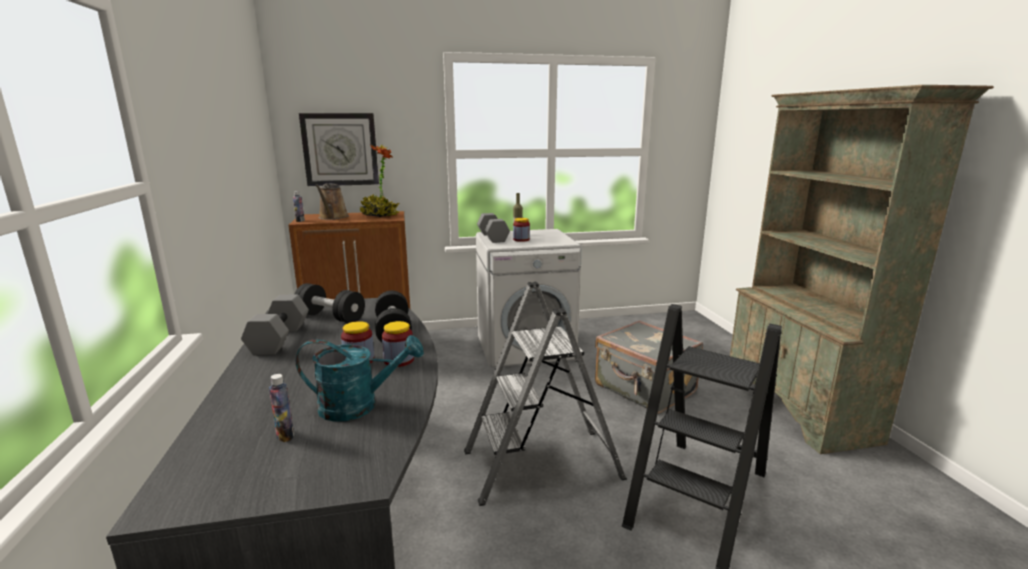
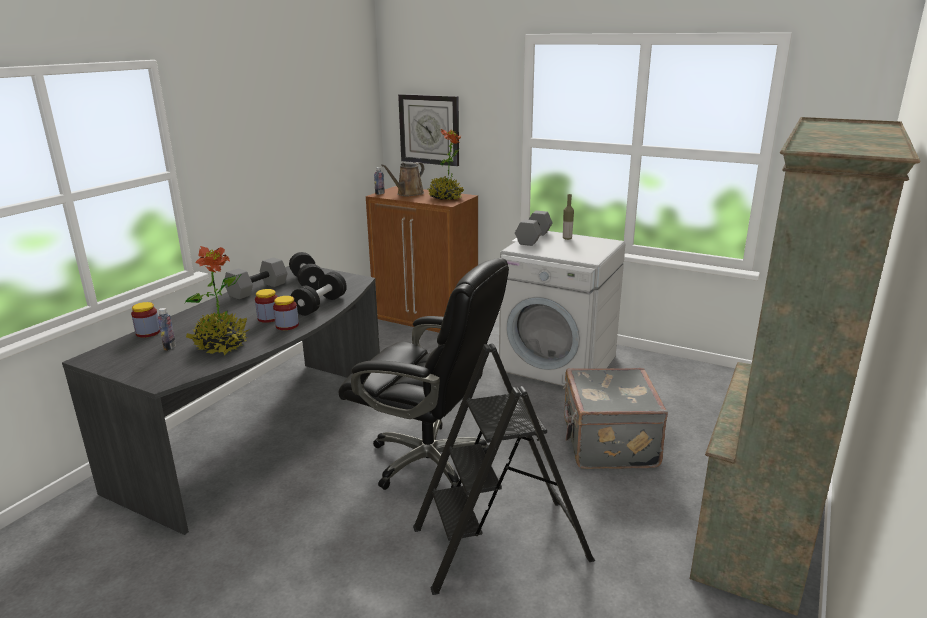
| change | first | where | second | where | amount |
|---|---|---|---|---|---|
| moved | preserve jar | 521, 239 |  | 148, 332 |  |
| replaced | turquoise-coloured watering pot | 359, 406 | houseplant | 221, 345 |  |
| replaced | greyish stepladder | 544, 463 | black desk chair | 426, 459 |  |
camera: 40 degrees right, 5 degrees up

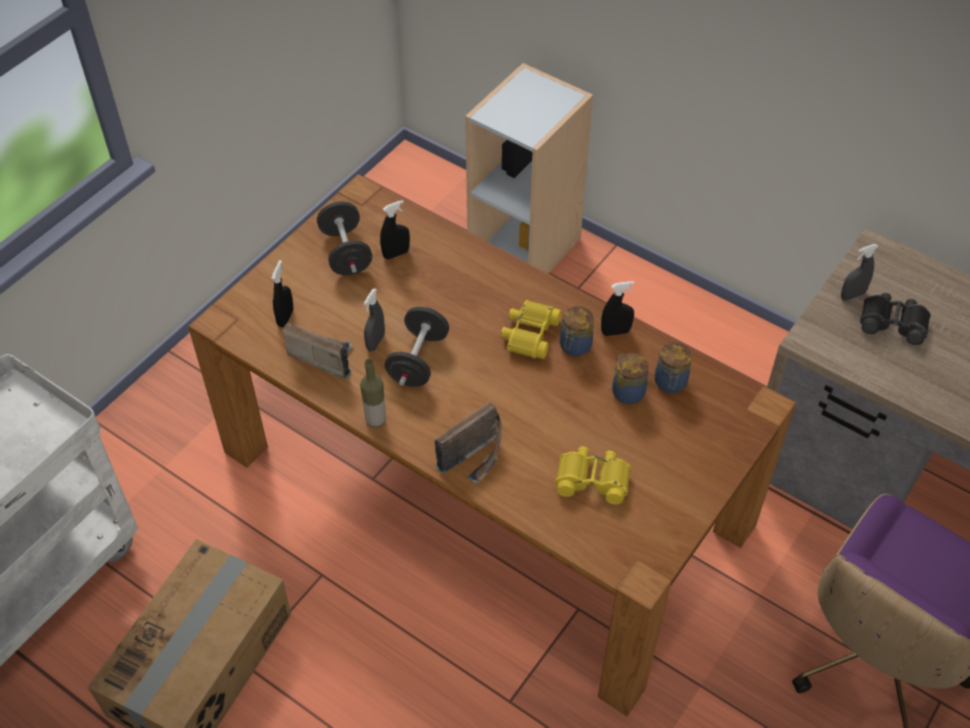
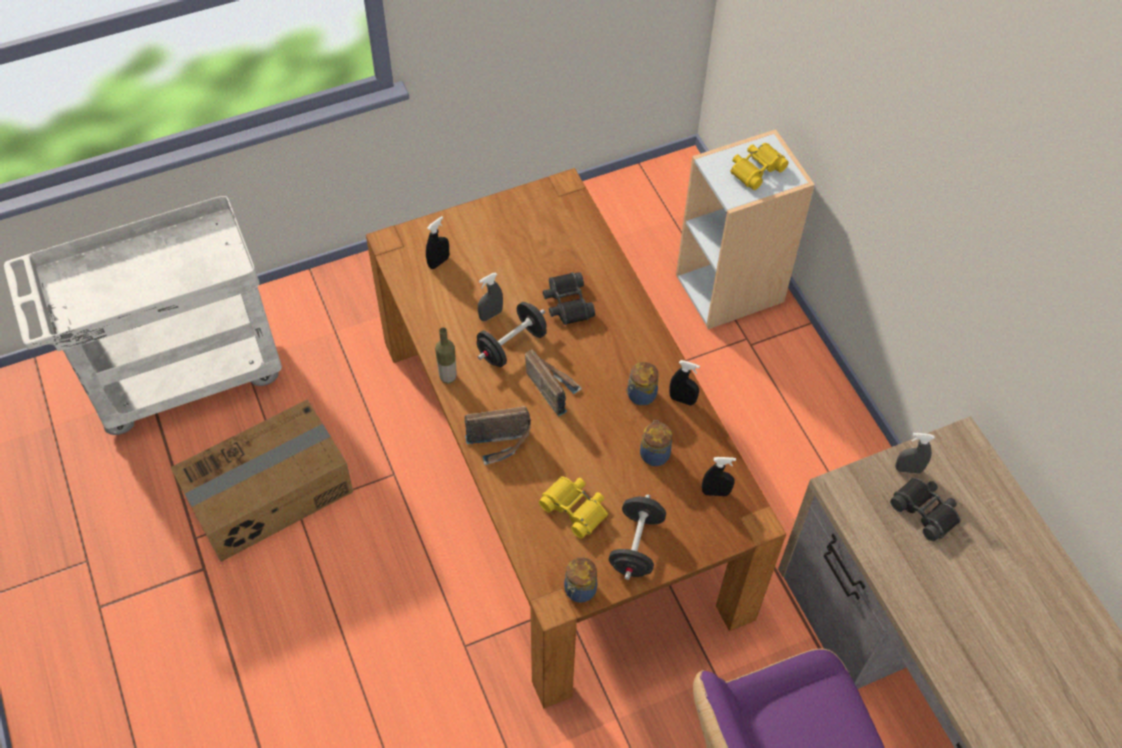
| change | first | where | second | where | amount |
|---|---|---|---|---|---|
| moved | radio | 322, 356 |  | 552, 387 |  |
| added |  |  | black field glasses | 567, 303 |  |
| moved | preserve jar | 670, 383 |  | 579, 590 |  |
| moved | black free weight | 346, 253 |  | 636, 546 |  |
| moved | black hand sprayer | 396, 254 |  | 715, 492 |  |
| moved | yellow-coloured field glasses | 529, 334 |  | 756, 169 |  |
camera: 30 degrees right, 5 degrees up

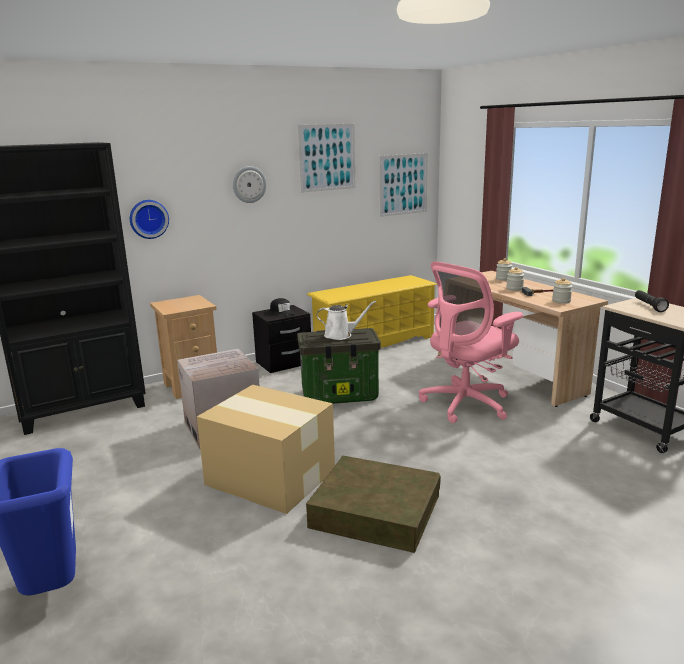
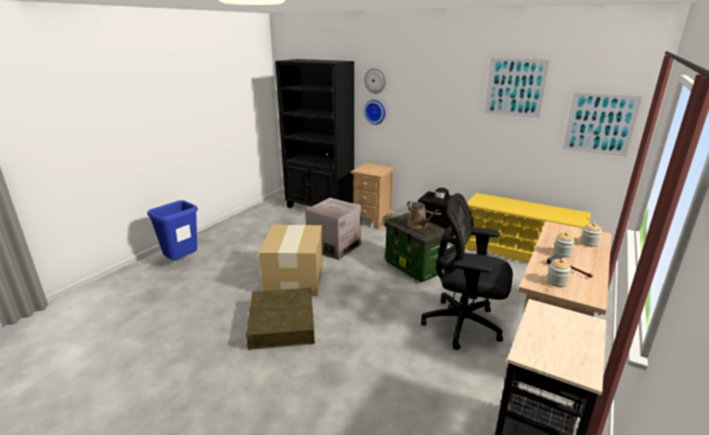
| change | first | where | second | where | amount |
|---|---|---|---|---|---|
| moved | hanging clock | 249, 184 |  | 375, 80 |  |
| recoloured | white-coloured watering pot | 341, 335 | brownish watering pot | 418, 225 |  |
| recoloured | pink desk chair | 468, 401 | black desk chair | 467, 324 |  |
| removed | black flashlight | 649, 306 |  |  |  |
camera: 60 degrees right, 5 degrees up

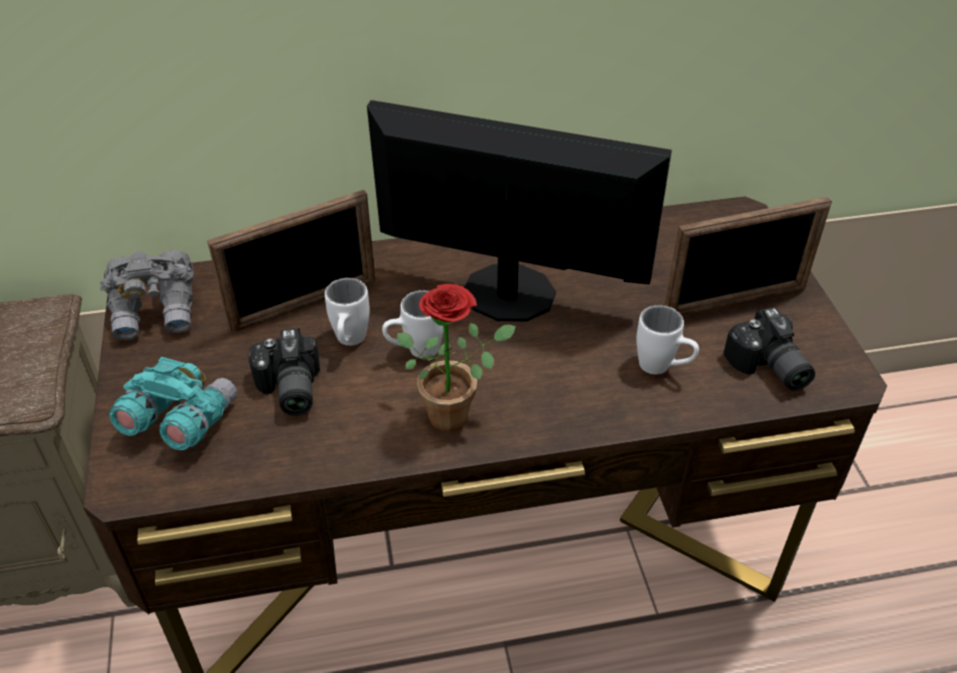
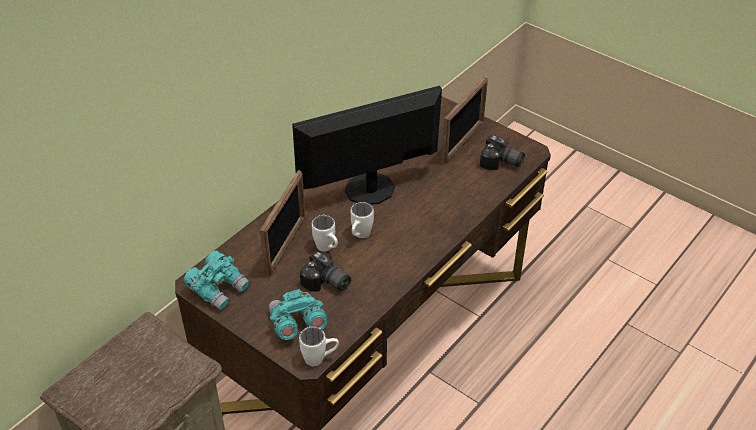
| change | first | where | second | where | amount |
|---|---|---|---|---|---|
| recoloured | greyish field glasses | 156, 311 | turquoise-coloured field glasses | 218, 288 |  |
| moved | white-coloured mug | 663, 368 |  | 320, 359 |  |
| removed | houseplant | 456, 412 |  |  |  |
camera: 40 degrees left, 0 degrees up

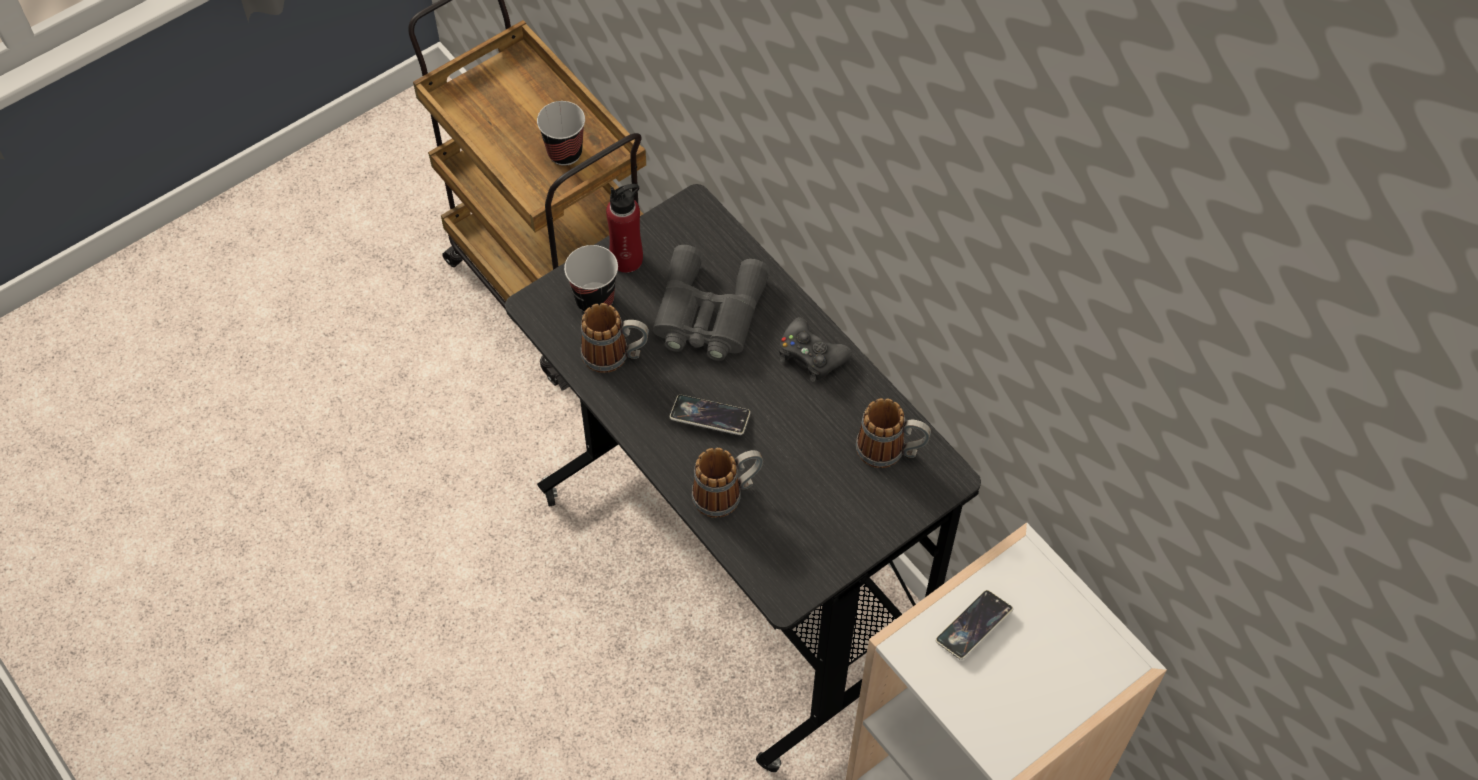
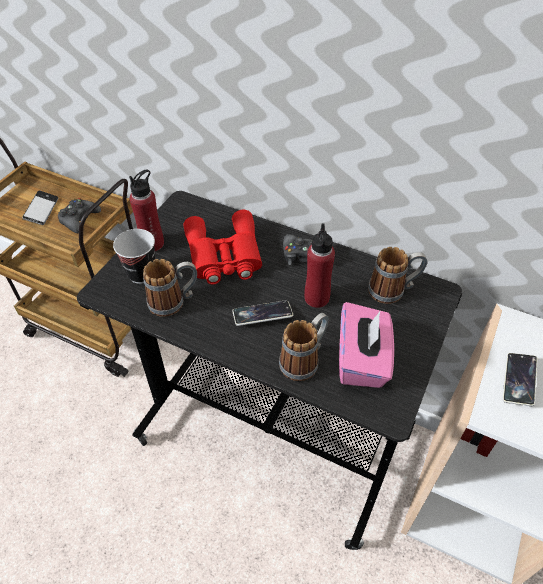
| change | first | where | second | where | amount |
|---|---|---|---|---|---|
| added |  |  | phone | 42, 210 |  |
| replaced | drinking cup | 564, 152 | black game controller | 79, 219 |  |
| recoloured | greyish field glasses | 707, 314 | red field glasses | 224, 255 |  |
| added |  |  | red beverage bottle | 316, 298 |  |
| added |  |  | pink box of tissues | 362, 360 |  |
camera: 25 degrees left, 10 degrees down

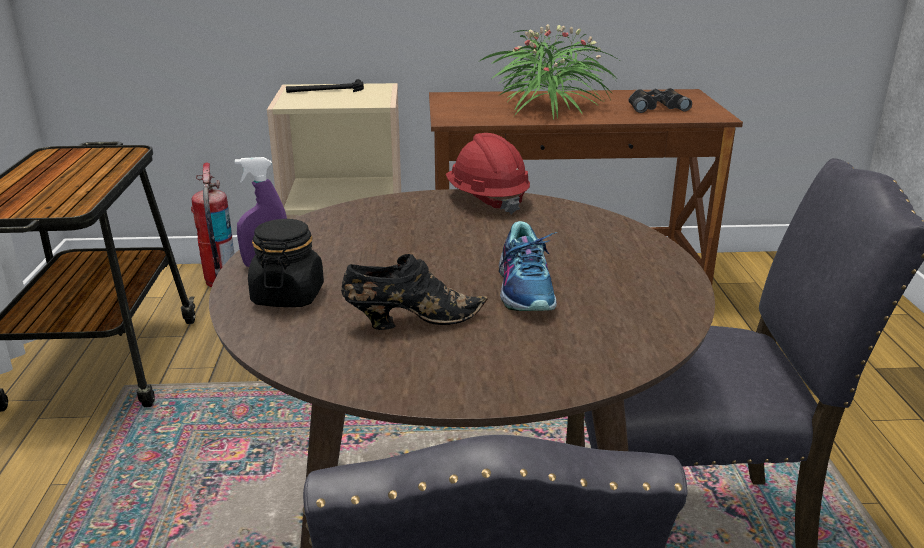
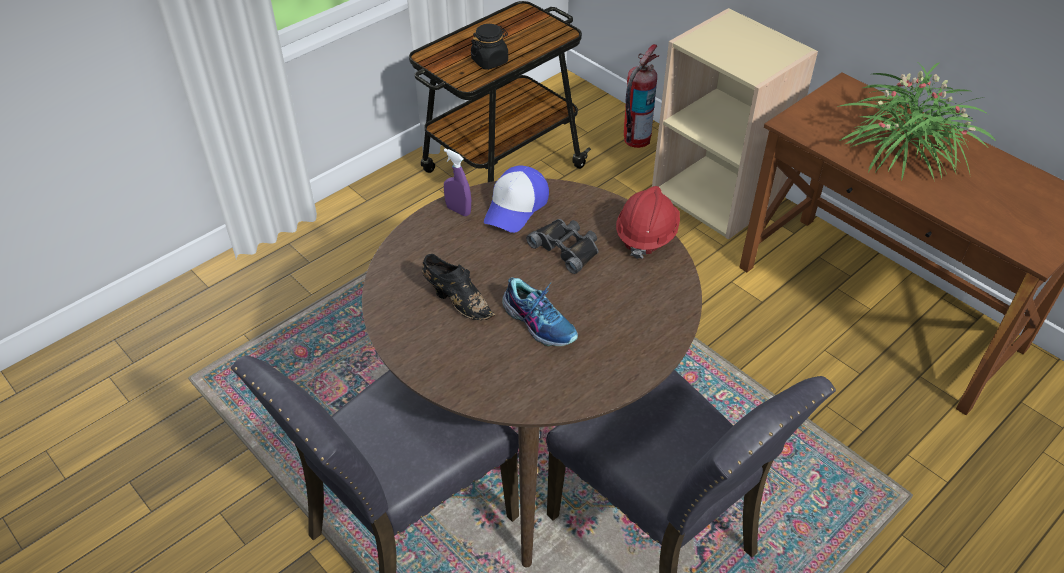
| change | first | where | second | where | amount |
|---|---|---|---|---|---|
| moved | black preserve jar | 288, 296 |  | 490, 61 |  |
| added |  |  | baseball cap | 516, 207 |  |
| turned | shoe | 526, 289 |  | 539, 322 | 90 degrees counterclockwise |
| moved | black field glasses | 656, 107 |  | 566, 248 |  |
| removed | tool hammer | 325, 90 |  |  |  |
camera: 50 degrees right, 20 degrees up

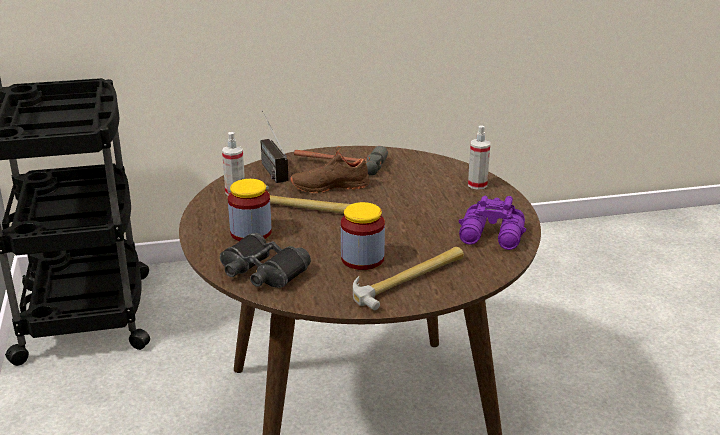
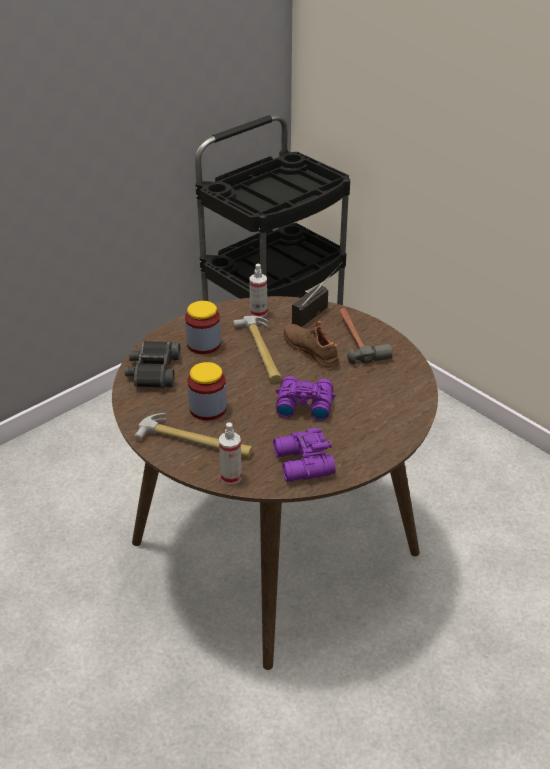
| change | first | where | second | where | amount |
|---|---|---|---|---|---|
| moved | hand sprayer | 477, 185 |  | 231, 477 |  |
| added |  |  | purple field glasses | 303, 404 |  |
camera: 60 degrees right, 10 degrees up

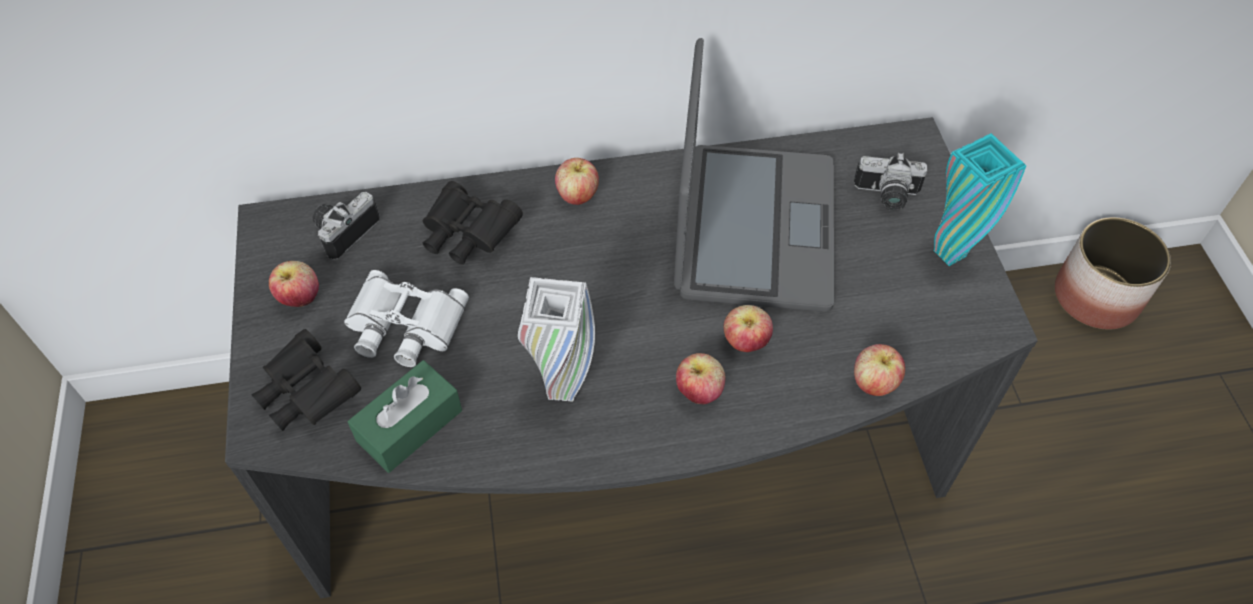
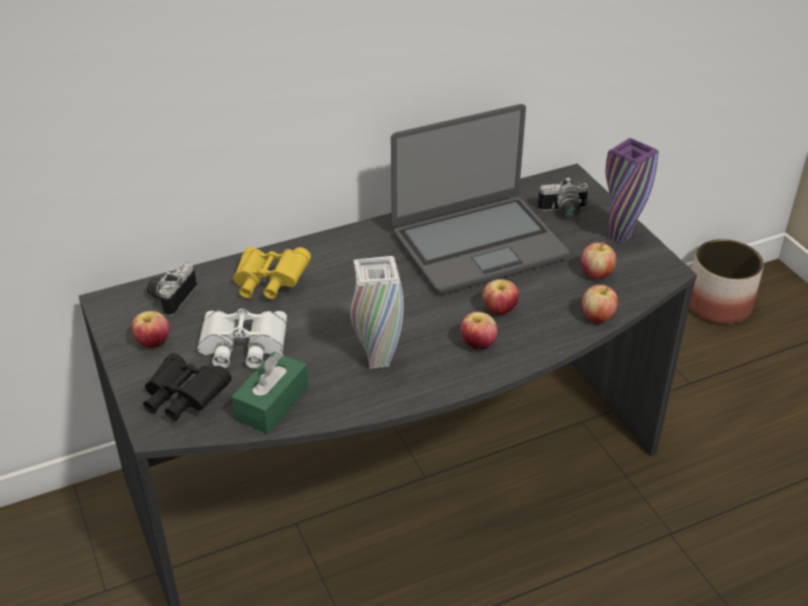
| change | first | where | second | where | amount |
|---|---|---|---|---|---|
| recoloured | black field glasses | 467, 236 | yellow-coloured field glasses | 269, 284 |  |
| turned | notebook computer | 753, 228 |  | 478, 245 | 75 degrees clockwise |
| moved | whole apple | 577, 195 |  | 596, 274 |  |
| recoloured | turquoise-coloured flower vase | 949, 253 | purple flower vase | 619, 237 |  |
camera: 15 degrees left, 15 degrees down

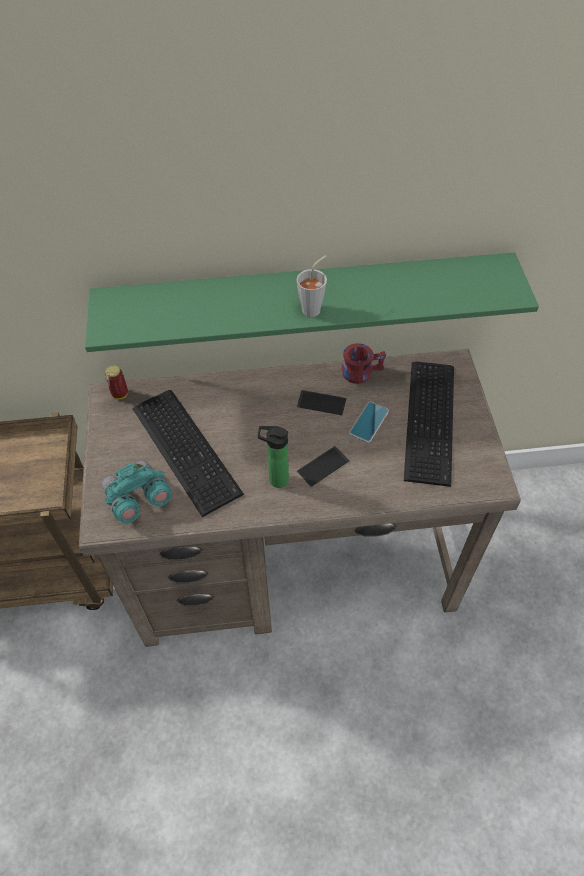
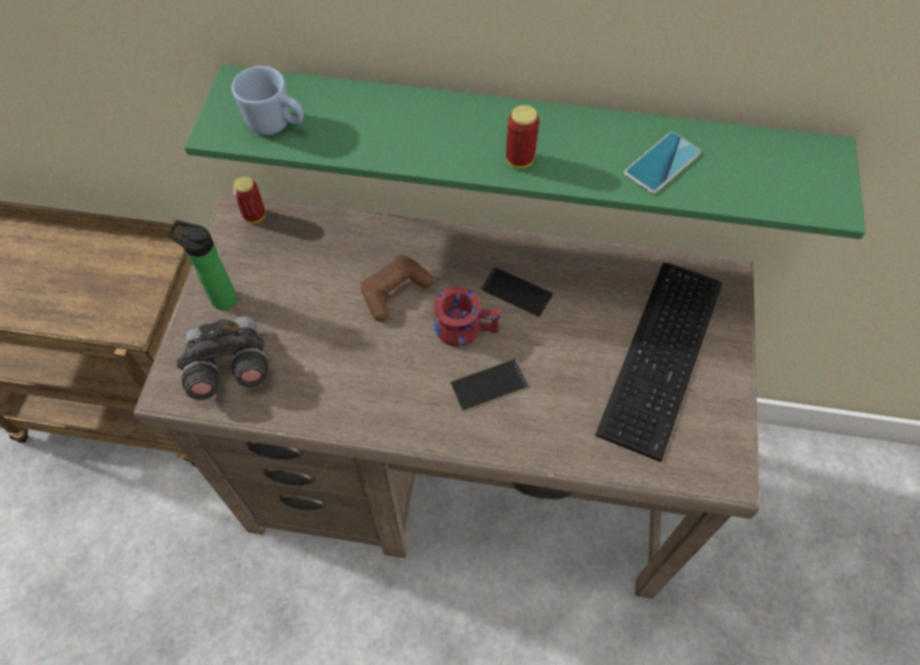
| change | first | where | second | where | amount |
|---|---|---|---|---|---|
| moved | beverage bottle | 275, 479 |  | 220, 298 |  |
| recoloured | turquoise-coloured field glasses | 138, 499 | greyish field glasses | 228, 368 |  |
| added |  |  | blue-coloured mug | 276, 125 |  |
| added |  |  | brownish game controller | 394, 292 |  |
| moved | red mug | 360, 370 |  | 465, 325 |  |
| replaced | greyish drinking cup | 314, 308 | can | 520, 160 |  |
| moved | phone | 369, 422 |  | 662, 163 |  |
| removed | keyboard | 187, 447 |  |  |  |
camera: 15 degrees right, 5 degrees up

